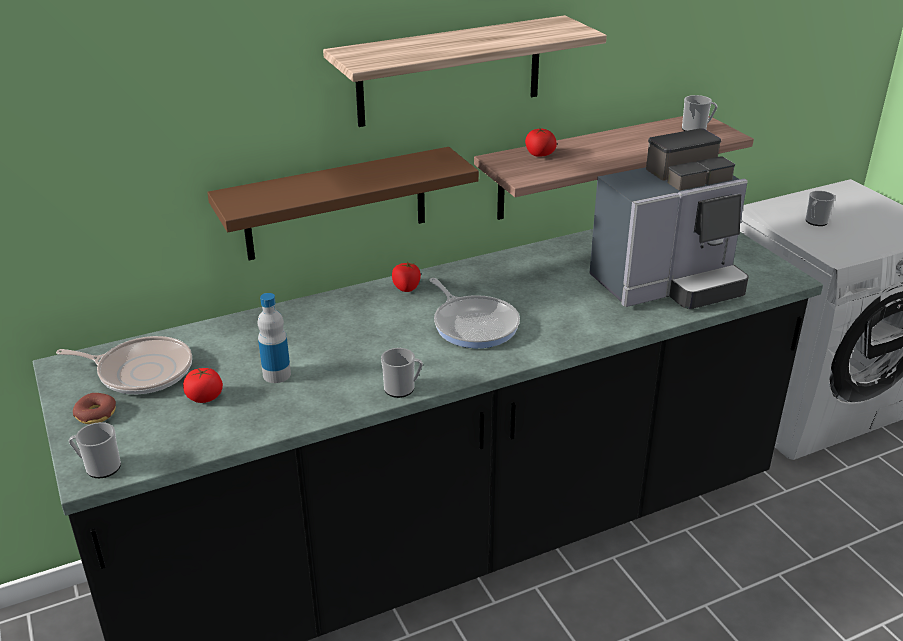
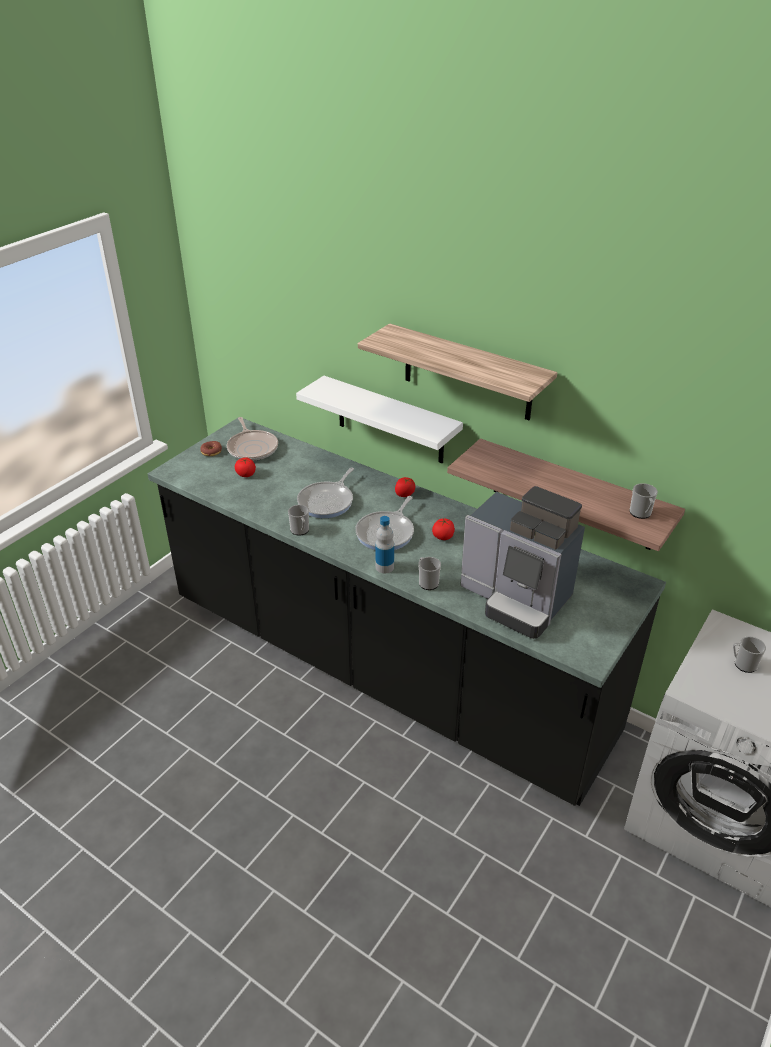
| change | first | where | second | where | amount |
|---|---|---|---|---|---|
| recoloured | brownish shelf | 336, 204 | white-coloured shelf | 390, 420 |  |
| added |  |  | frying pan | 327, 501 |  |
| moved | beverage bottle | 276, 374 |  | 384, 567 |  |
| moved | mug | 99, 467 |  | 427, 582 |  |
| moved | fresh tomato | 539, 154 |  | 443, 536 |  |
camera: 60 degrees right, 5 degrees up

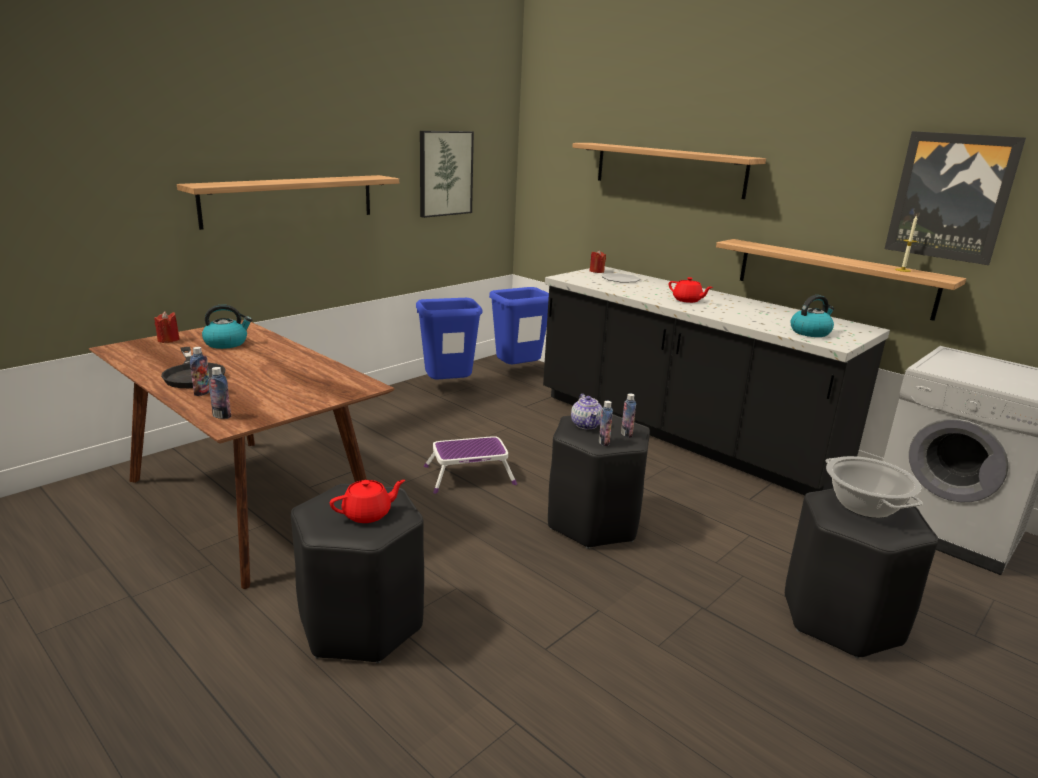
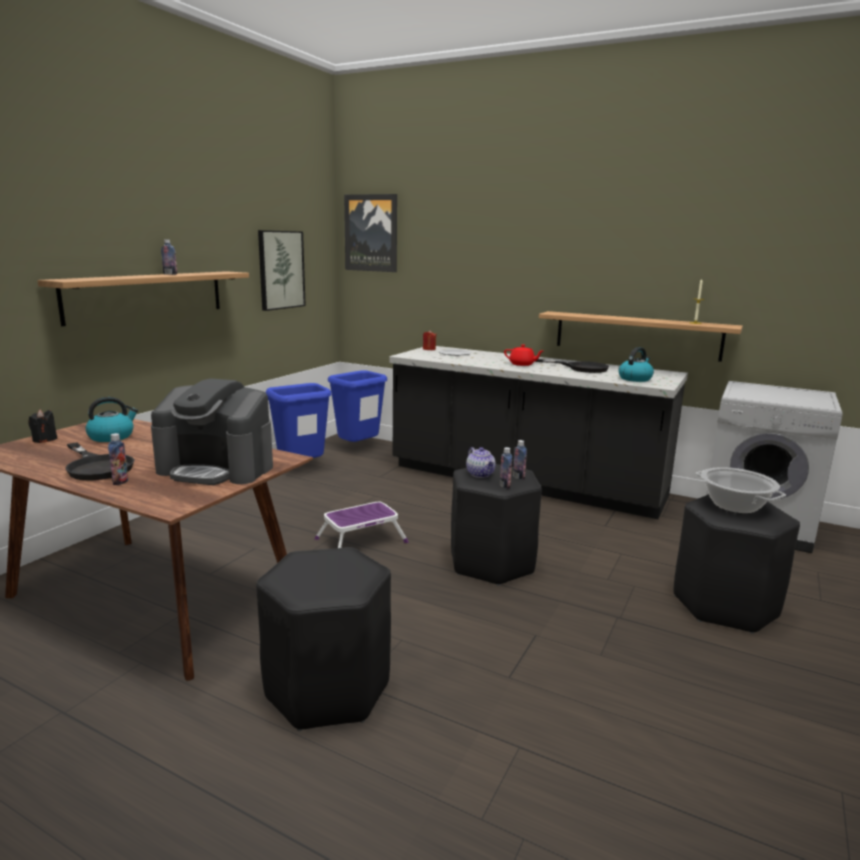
| change | first | where | second | where | amount |
|---|---|---|---|---|---|
| recoloured | red candle | 168, 340 | black candle | 44, 440 |  |
| added |  |  | coffee maker | 217, 468 |  |
| moved | beverage bottle | 222, 416 |  | 170, 274 |  |
| moved | wall art | 951, 197 |  | 371, 233 |  |
| added |  |  | black frying pan | 581, 368 |  |
| removed | red teapot | 368, 514 |  |  |  |
| removed | shelf | 668, 169 |  |  |  |
camera: 15 degrees left, 5 degrees down

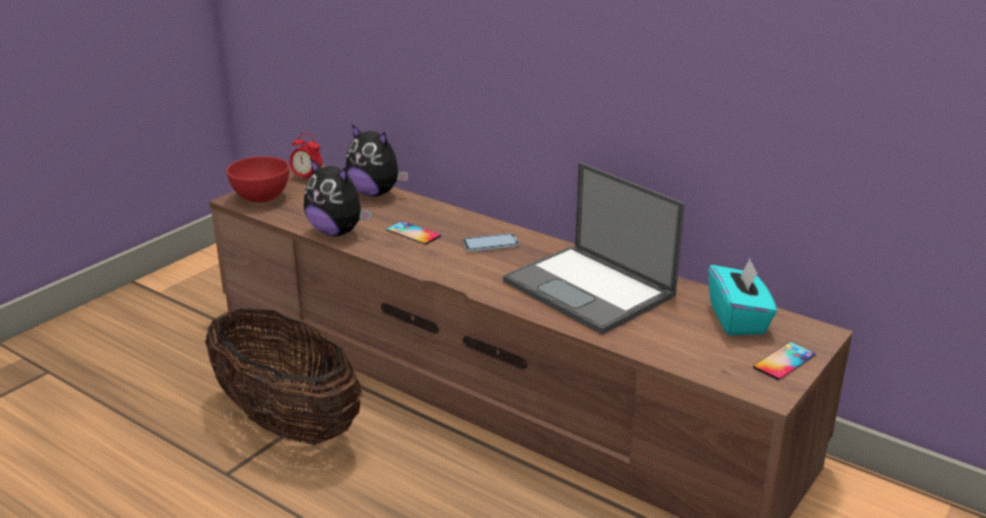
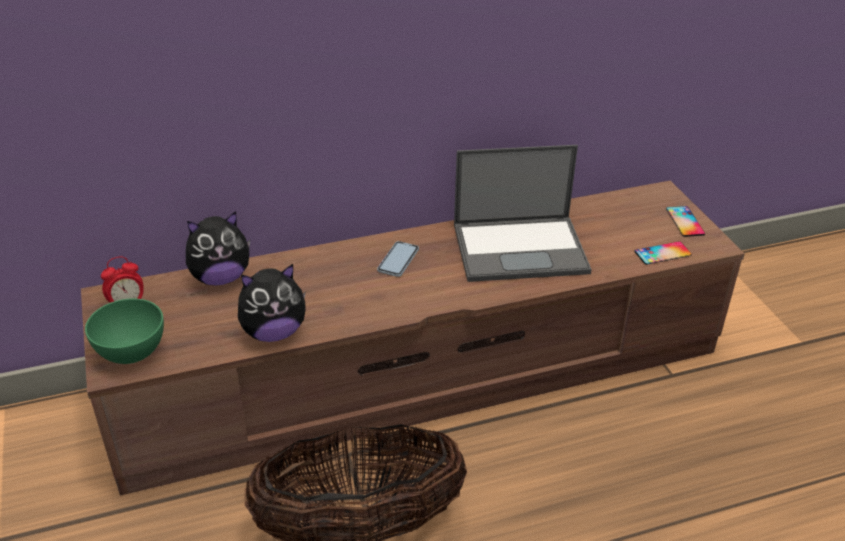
| change | first | where | second | where | amount |
|---|---|---|---|---|---|
| recoloured | red deep dish | 262, 197 | green-coloured deep dish | 131, 351 |  |
| moved | phone | 413, 233 |  | 662, 253 |  |
| removed | turquoise-coloured box of tissues | 738, 319 |  |  |  |
camera: 55 degrees left, 10 degrees up

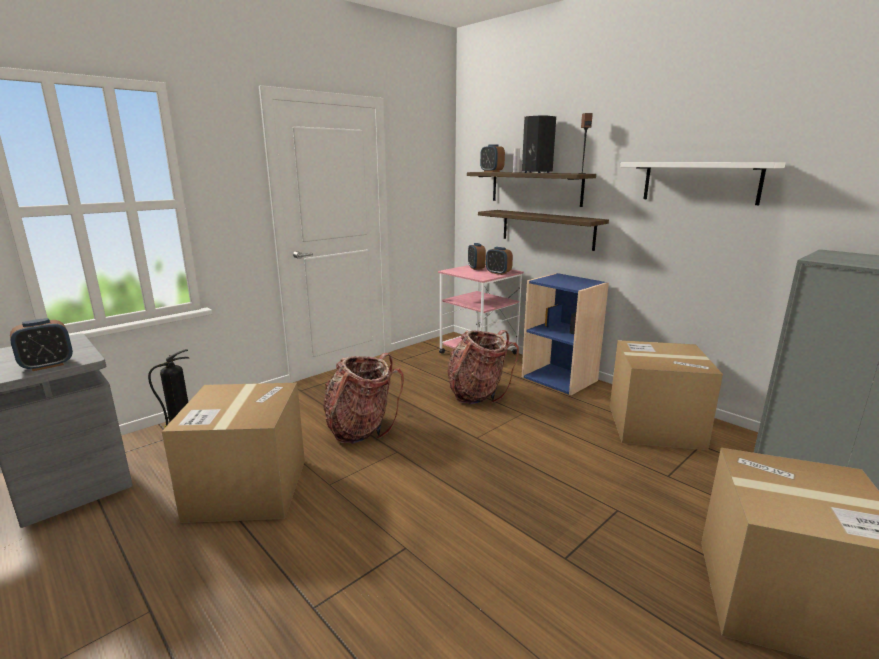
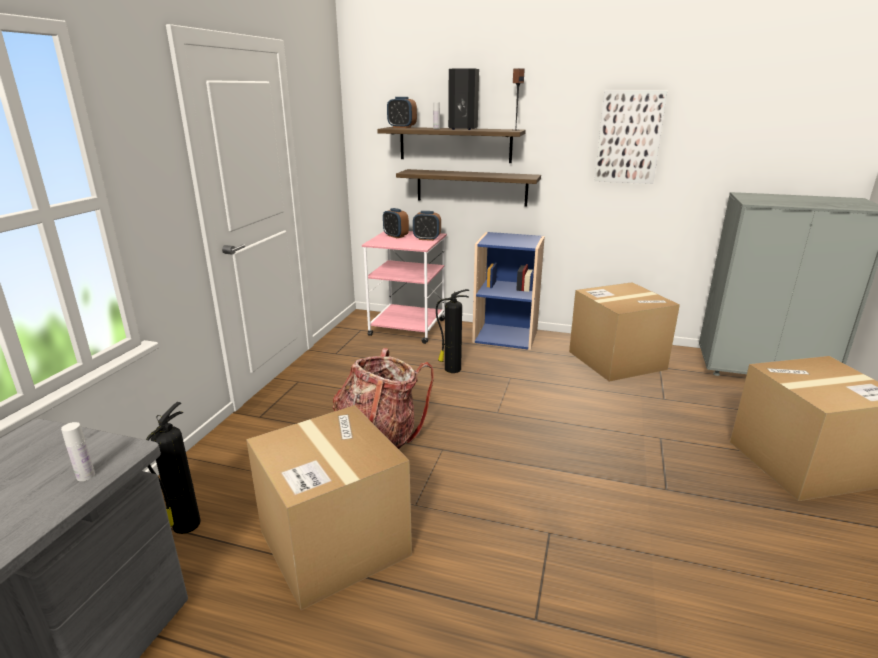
| change | first | where | second | where | amount |
|---|---|---|---|---|---|
| replaced | alarm clock | 47, 365 | white-coloured beverage bottle | 86, 476 |  |
| replaced | knapsack | 477, 393 | extinguisher | 451, 369 |  |
| replaced | white-coloured shelf | 700, 182 | wall art | 629, 137 |  |
camera: 30 degrees left, 5 degrees up

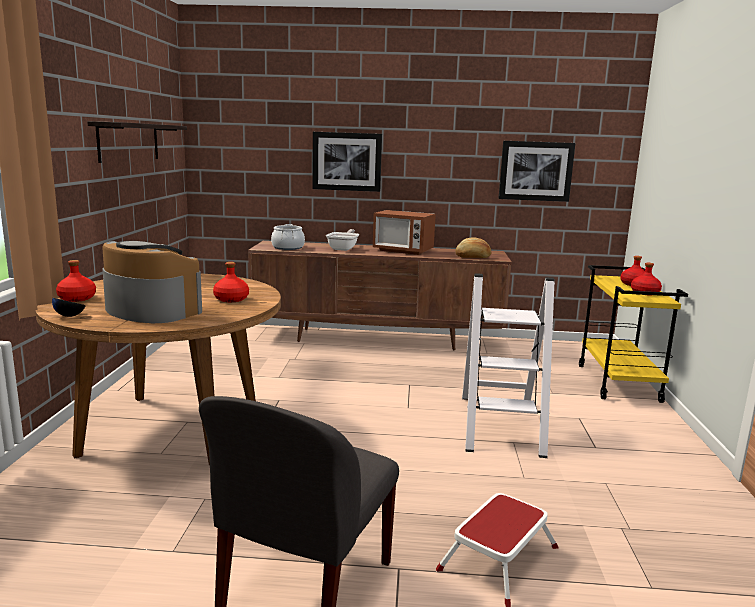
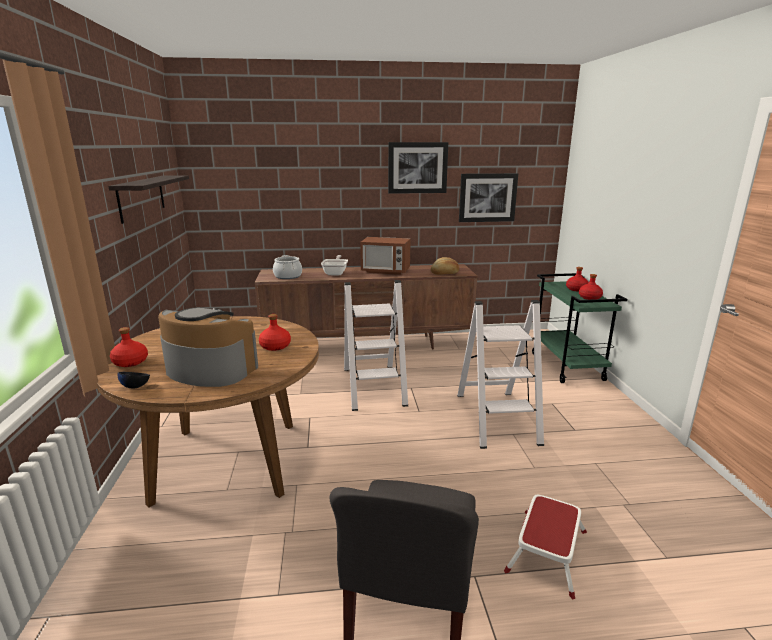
| change | first | where | second | where | amount |
|---|---|---|---|---|---|
| added |  |  | white-coloured stepladder | 373, 385 |  |
| moved | wall art | 347, 161 |  | 417, 168 |  |
| recoloured | yellow-coloured cart | 619, 383 | green-coloured cart | 567, 366 |  |
camera: 10 degrees left, 5 degrees up

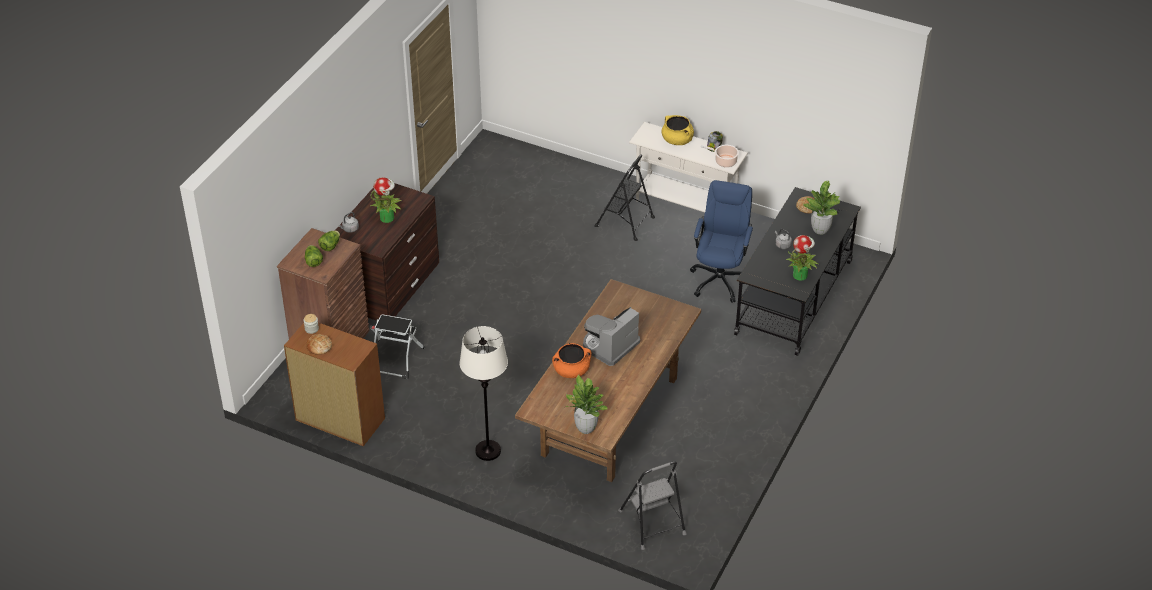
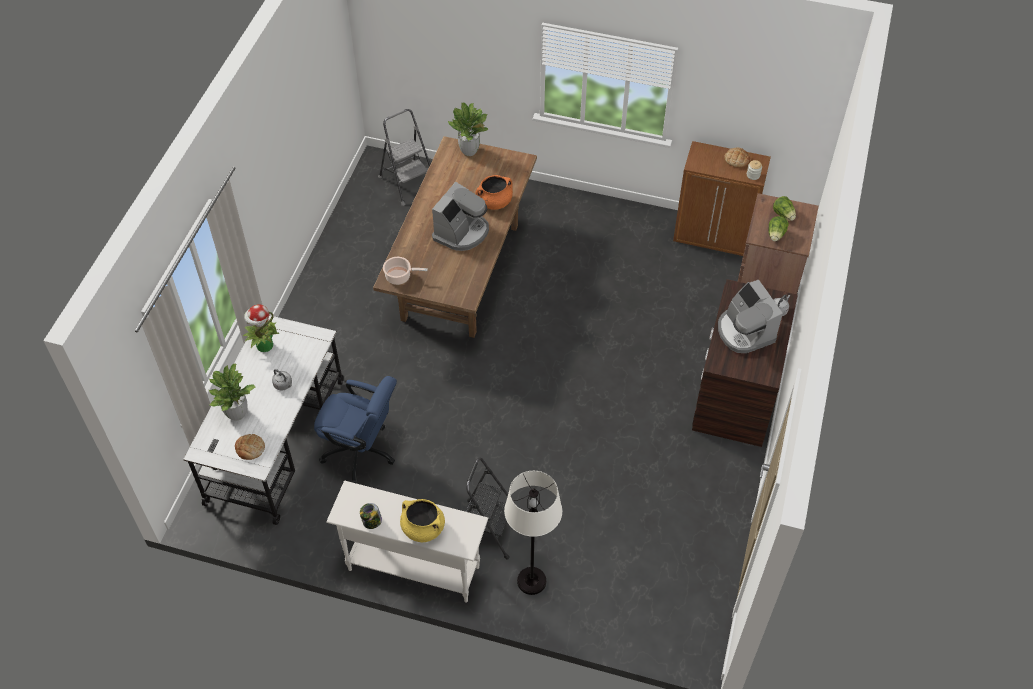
| change | first | where | second | where | amount |
|---|---|---|---|---|---|
| recoloured | black desk table | 794, 297 | white-coloured desk table | 276, 441 |  |
| turned | blue-coloured desk chair | 720, 279 |  | 362, 453 | 75 degrees counterclockwise |
| moved | cooking pot | 724, 161 |  | 400, 276 |  |
| moved | white-coloured floor lamp | 488, 451 |  | 531, 581 |  |
| replaced | houseplant | 387, 217 | coffee maker | 744, 332 |  |
| removed | stepladder | 395, 358 |  |  |  |
camera: 170 degrees right, 10 degrees up

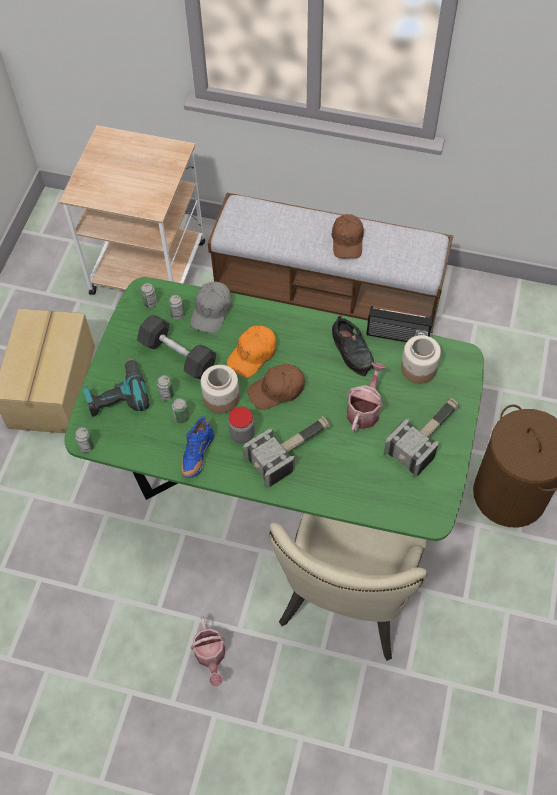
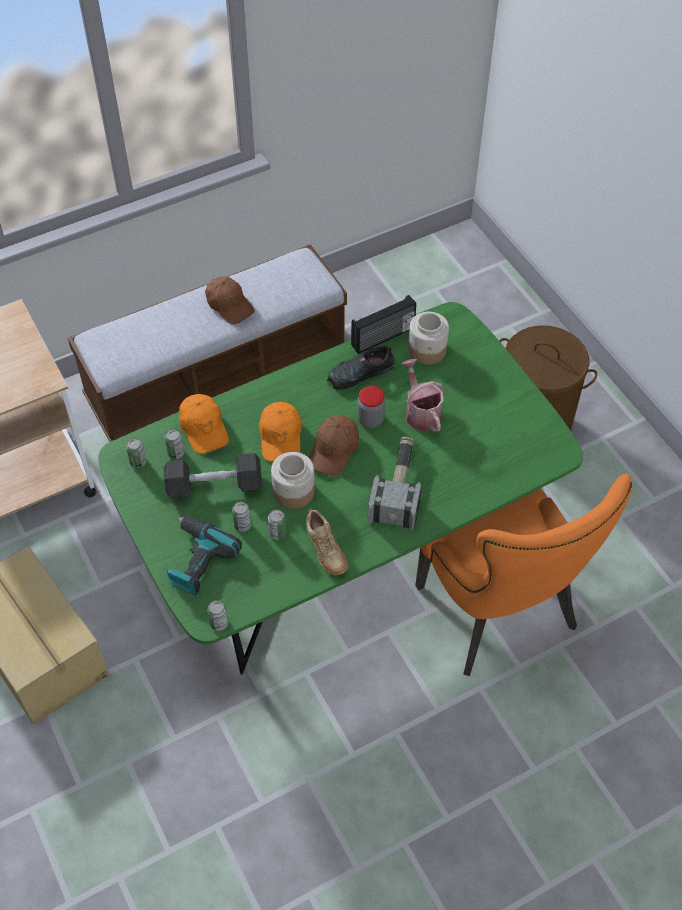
| change | first | where | second | where | amount |
|---|---|---|---|---|---|
| recoloured | greyish baseball cap | 212, 311 | orangey baseball cap | 204, 428 |  |
| recoloured | blue-coloured shoe | 197, 455 | beige-coloured shoe | 326, 552 |  |
| turned | black shoe | 352, 350 |  | 360, 373 | 135 degrees clockwise |
| moved | preserve jar | 242, 434 |  | 370, 419 |  |
| recoloured | beige-coloured upright chair | 346, 600 | orangey upright chair | 497, 612 |  |
| removed | watering pot | 211, 657 |  |  |  |
| removed | tool hammer | 425, 437 |  |  |  |
camera: 45 degrees left, 5 degrees down

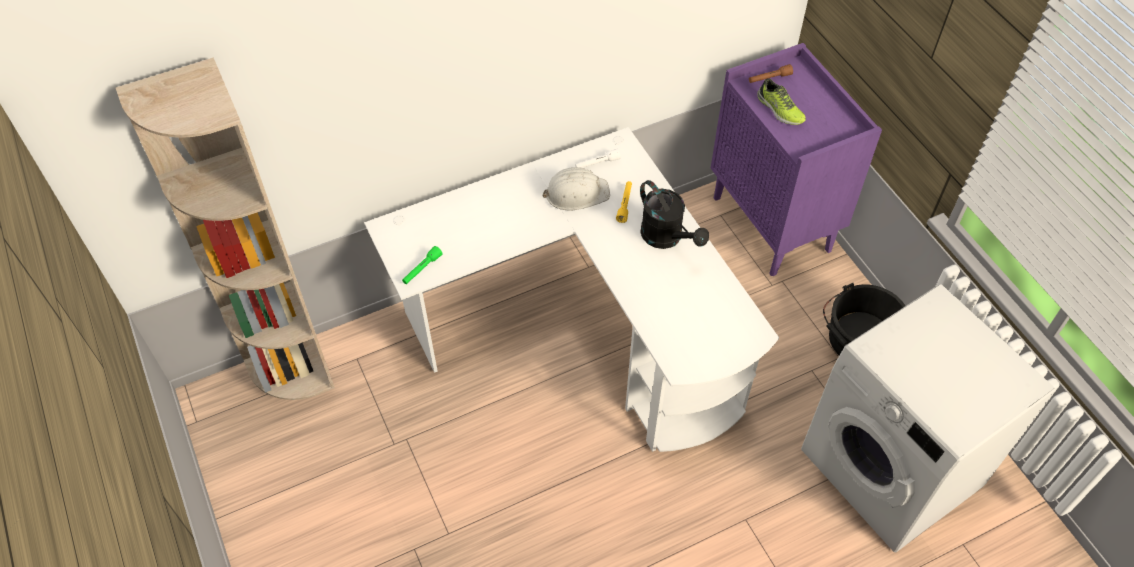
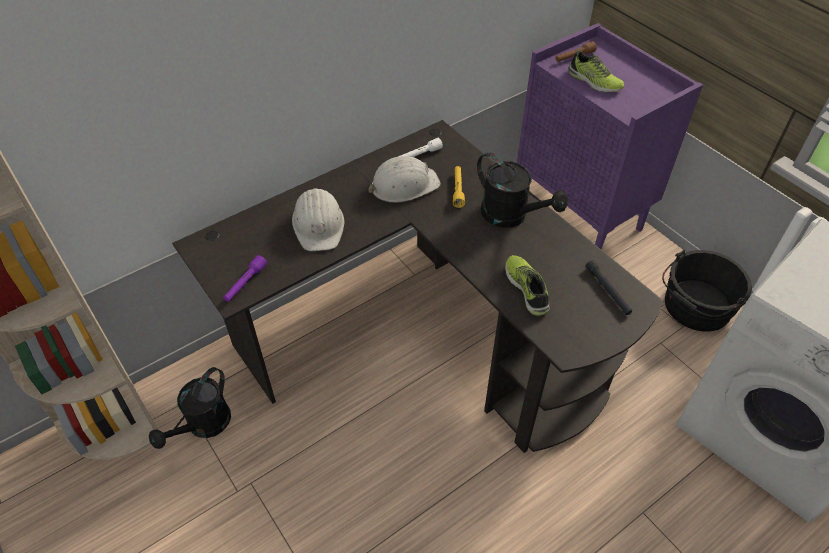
| change | first | where | second | where | amount |
|---|---|---|---|---|---|
| added |  |  | black watering pot | 204, 426 |  |
| recoloured | white-coloured desk table | 584, 329 | black desk table | 423, 336 |  |
| recoloured | green-coloured flashlight | 422, 269 | purple flashlight | 245, 283 |  |
| added |  |  | white-coloured safety helmet | 319, 224 |  |
| added |  |  | shoe | 527, 288 |  |
| added |  |  | black flashlight | 607, 291 |  |
camera: 10 degrees left, 5 degrees down

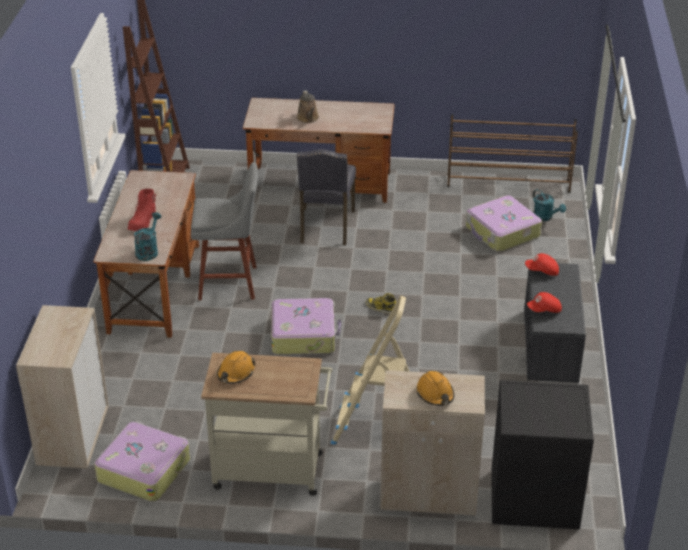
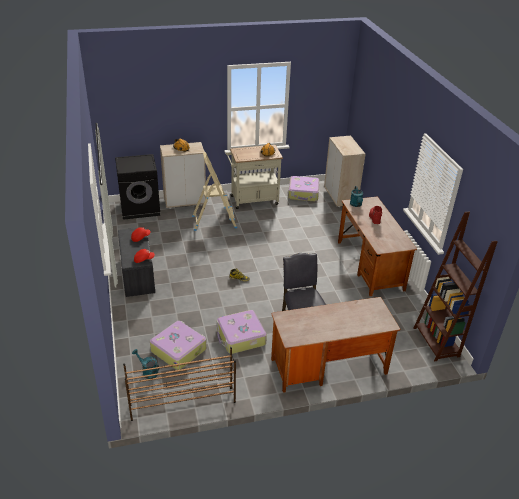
| change | first | where | second | where | amount |
|---|---|---|---|---|---|
| moved | suitcase | 304, 335 |  | 240, 337 |  |
| removed | greyish sitting stool | 230, 283 |  |  |  |
| removed | brownish watering pot | 308, 118 |  |  |  |
camera: 160 degrees right, 0 degrees up

